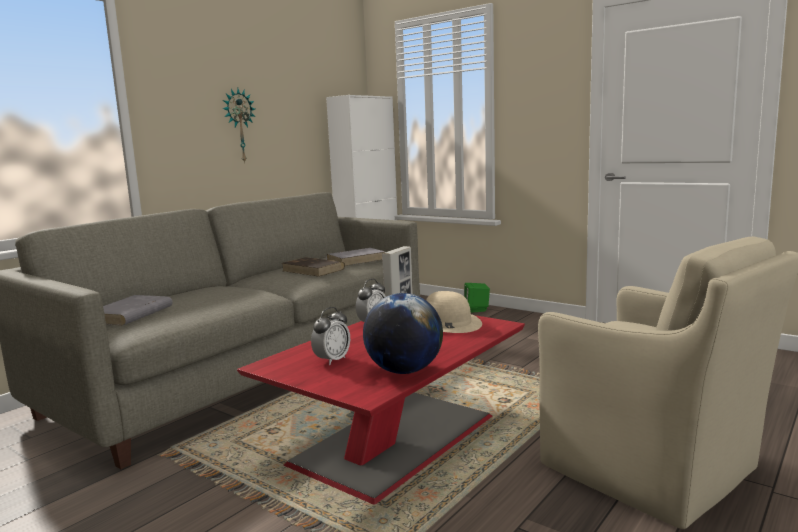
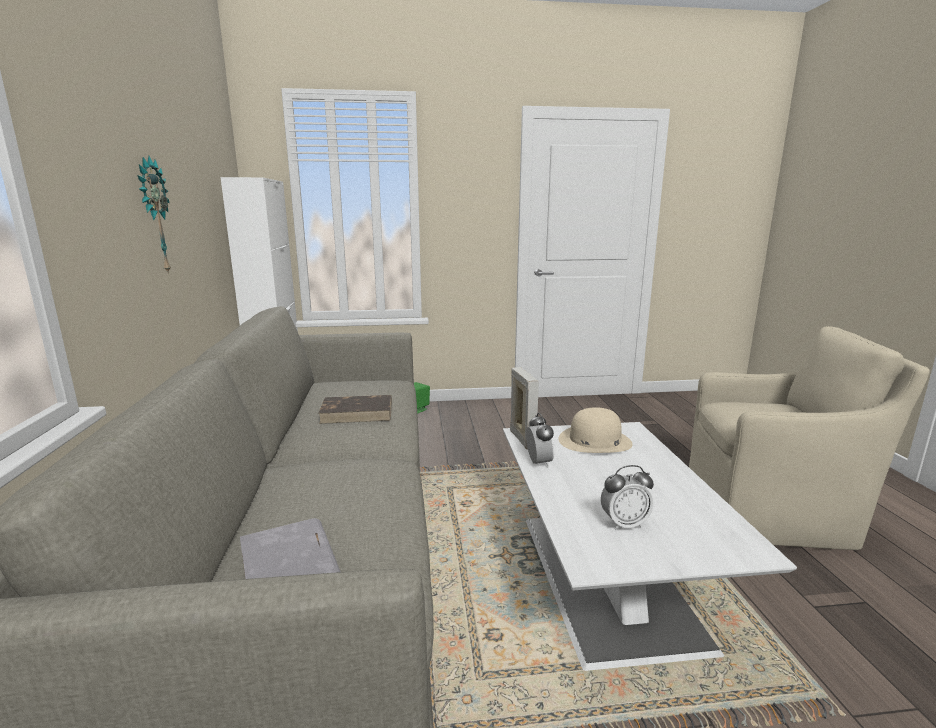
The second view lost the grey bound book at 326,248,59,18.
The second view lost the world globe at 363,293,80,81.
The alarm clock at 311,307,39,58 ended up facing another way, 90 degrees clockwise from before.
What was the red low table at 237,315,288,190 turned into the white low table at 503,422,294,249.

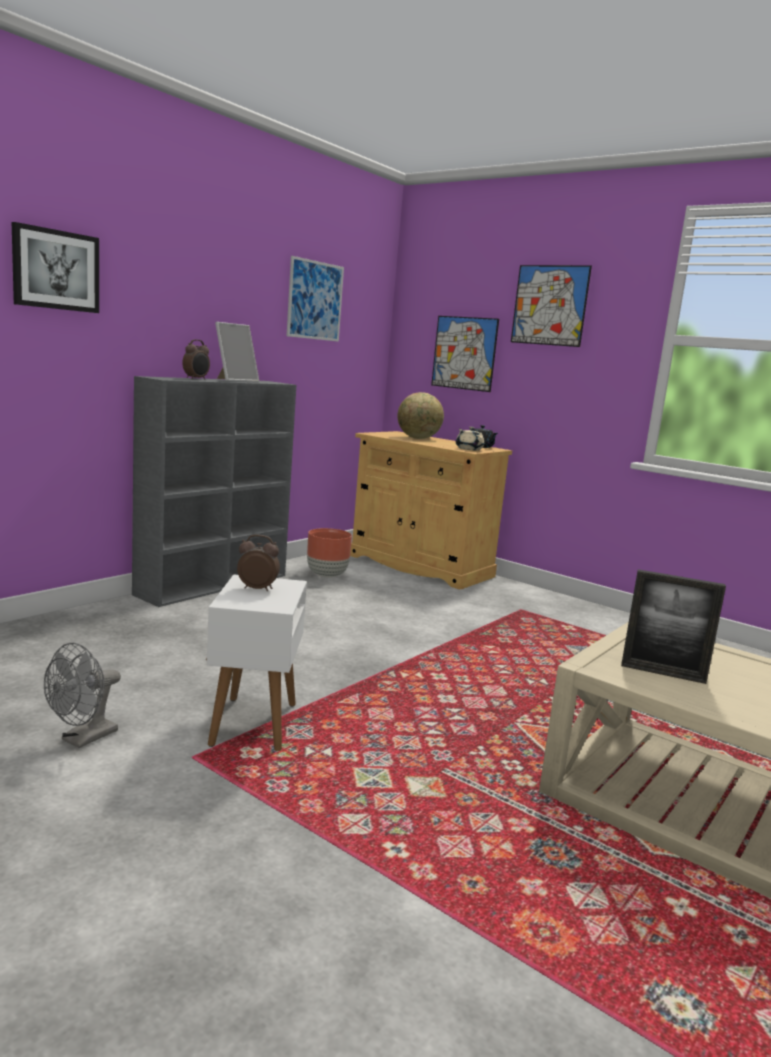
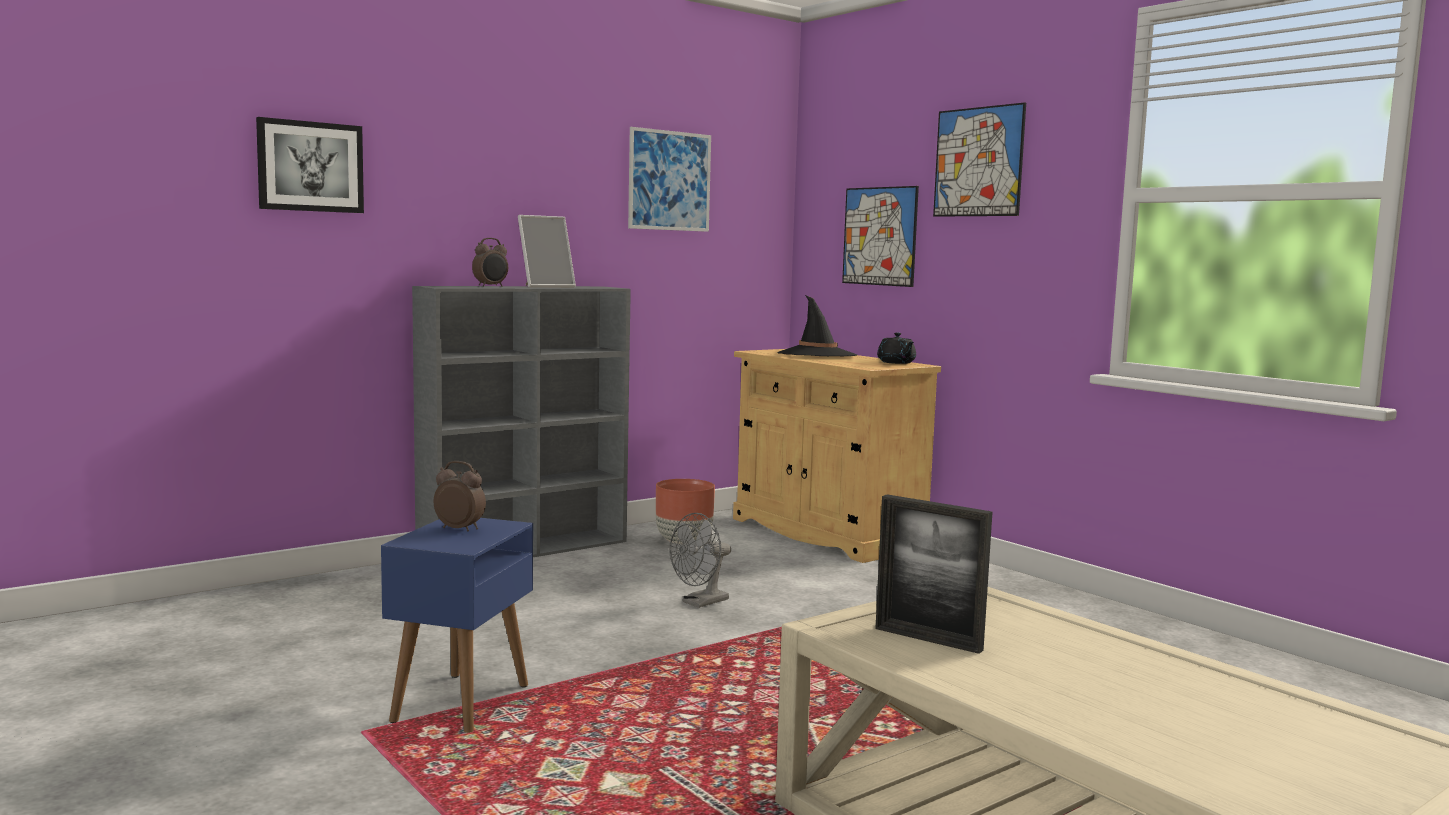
Where the world globe stood at 397,392,47,47, the blackish wearable hat came to stand at 777,295,80,61.
The second view lost the beige-coloured teapot at 456,427,28,23.
What was the white accent table at 206,574,101,177 turned into the bluish accent table at 381,518,152,215.
The grey cooling fan ended up elsewhere, having gone from 44,643,77,105 to 669,513,62,95.

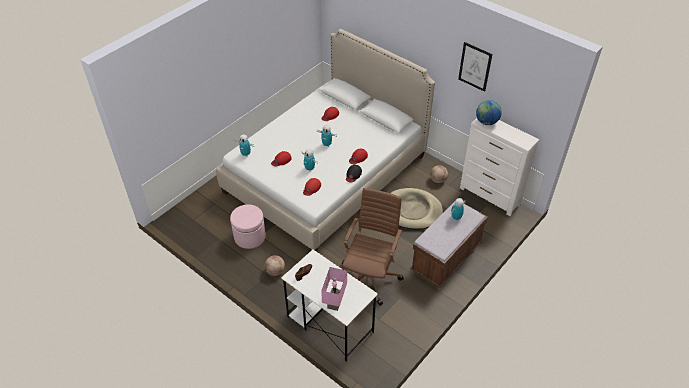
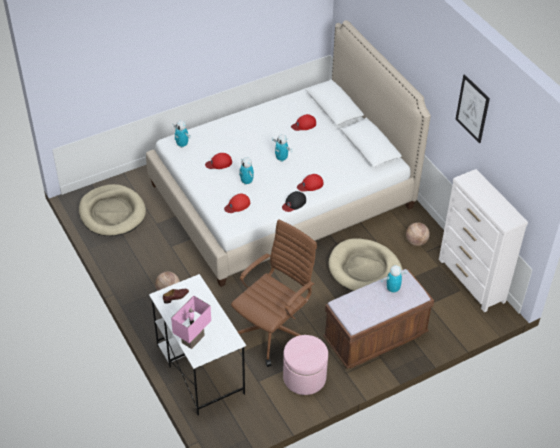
The second view lost the world globe at 476,100,26,25.
The pinkish pouffe ended up elsewhere, having gone from 230,204,36,45 to 283,335,45,60.
The second view gained the beige-coloured pet bed at 79,184,67,52.

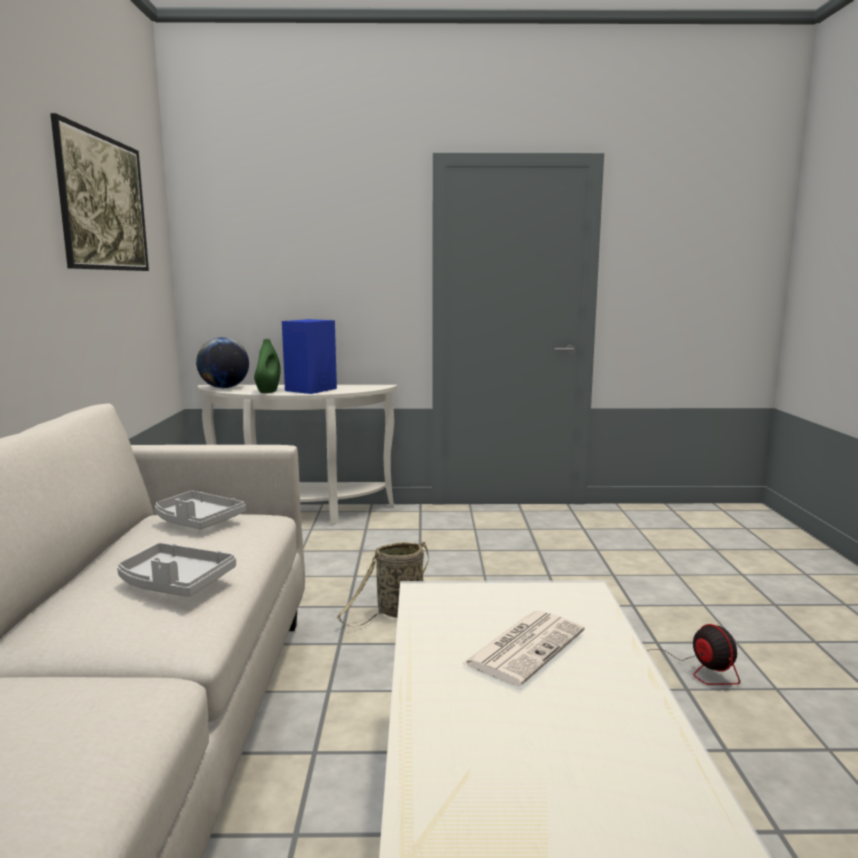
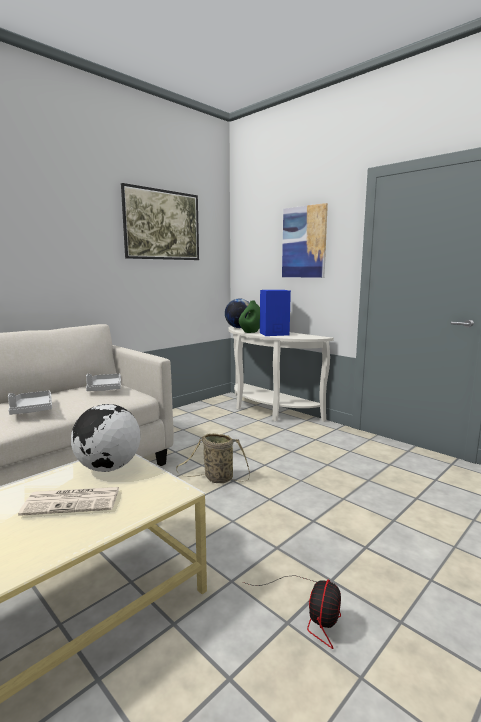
The second view gained the wall picture at 282,203,46,75.
The second view gained the world globe at 71,404,69,68.

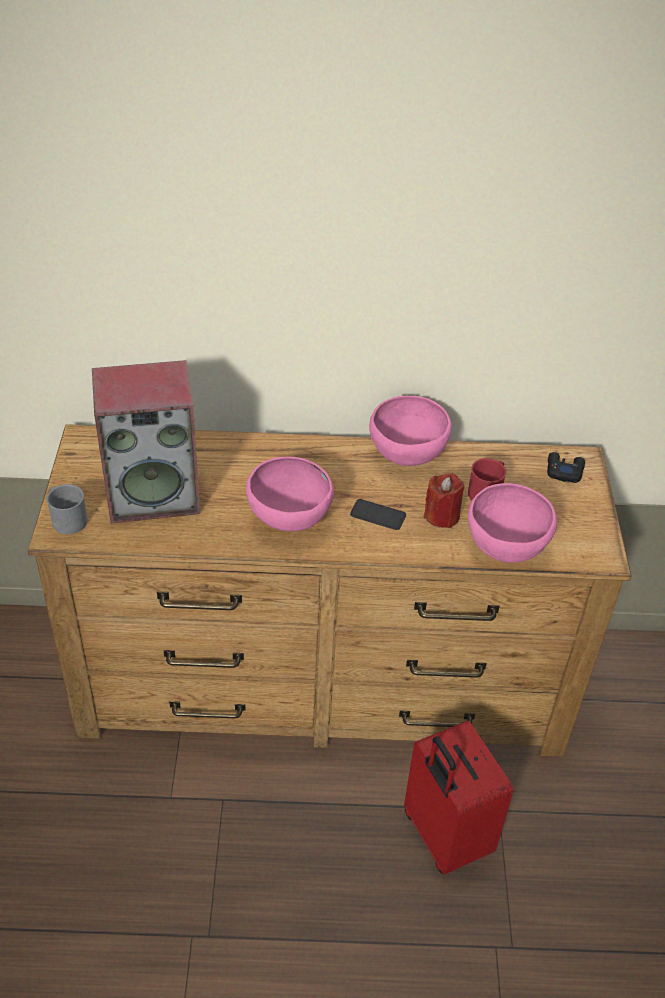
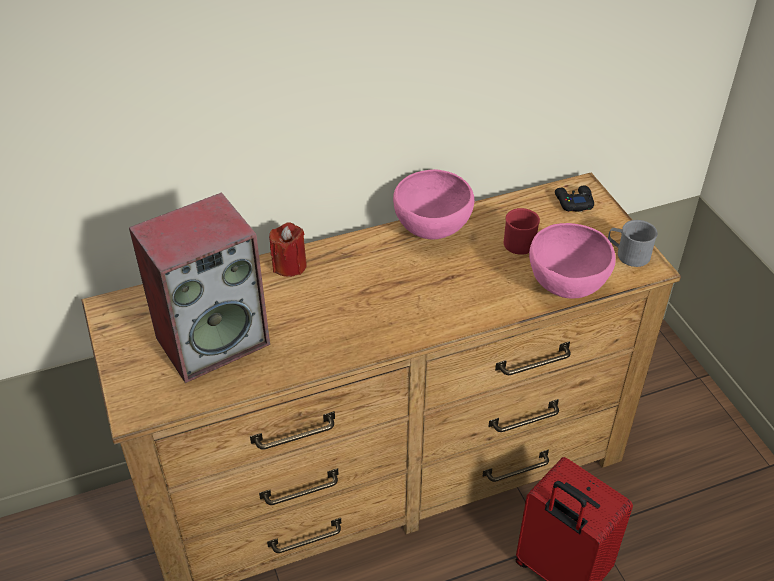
The second view lost the pinkish serving bowl at 246,457,88,74.
The red wax light ended up elsewhere, having gone from 424,473,40,55 to 269,222,38,55.
The grey mug ended up elsewhere, having gone from 46,484,41,50 to 608,220,50,47.
The second view lost the handset at 350,499,56,31.

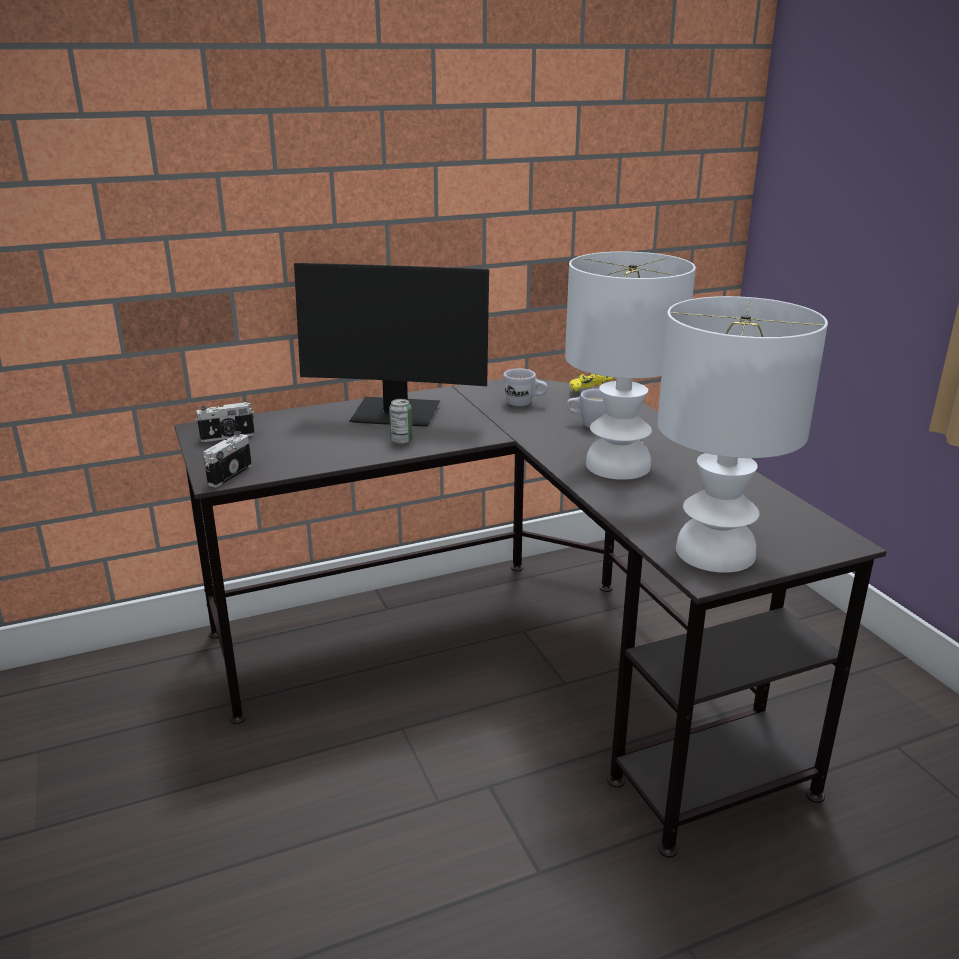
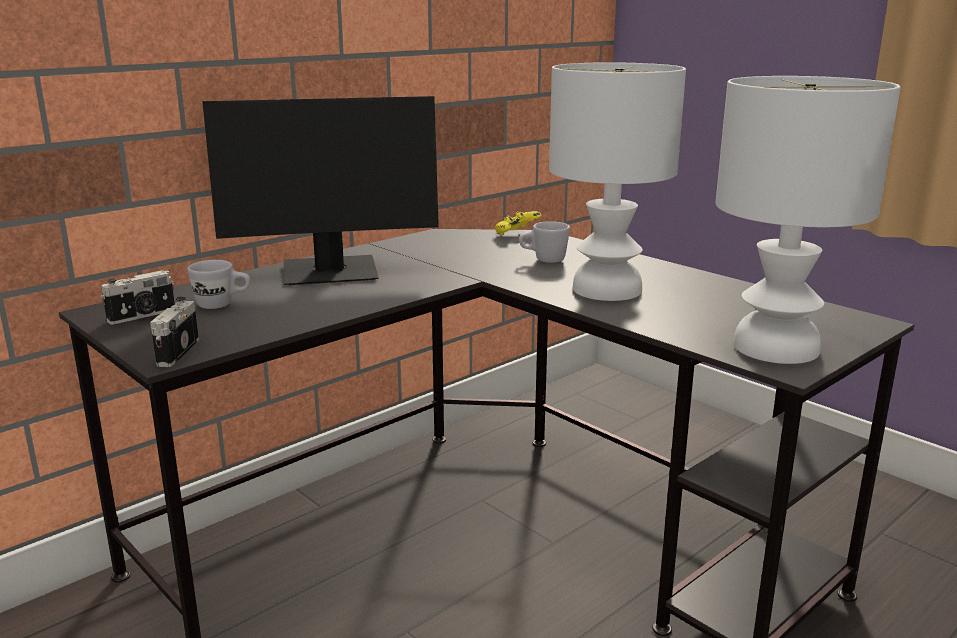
The white mug ended up elsewhere, having gone from 503,369,45,37 to 187,260,64,49.
The second view lost the metal can at 389,399,24,45.

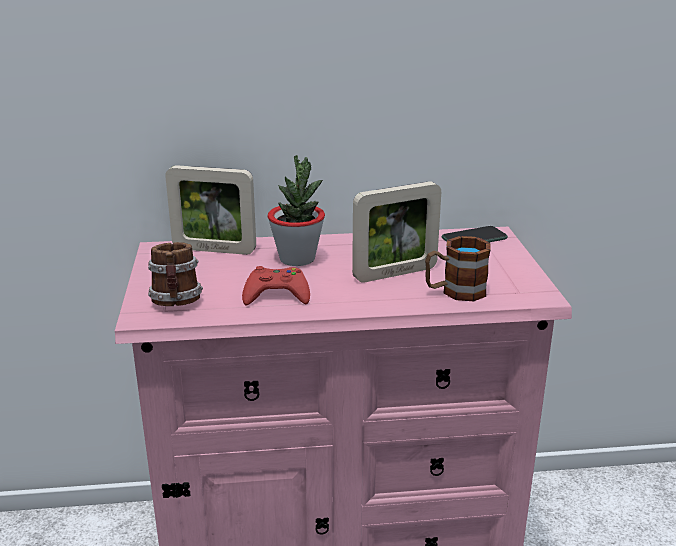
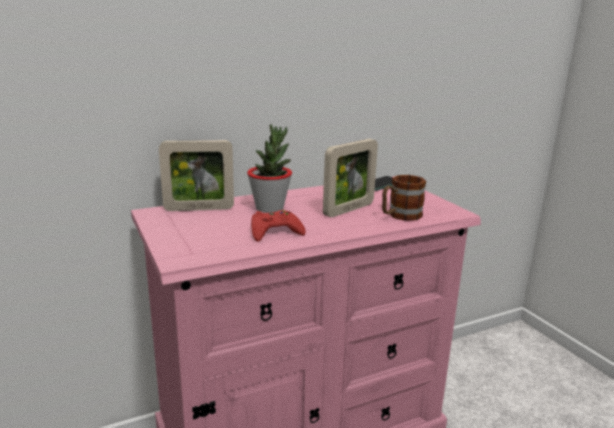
The second view lost the mug at 148,242,55,64.

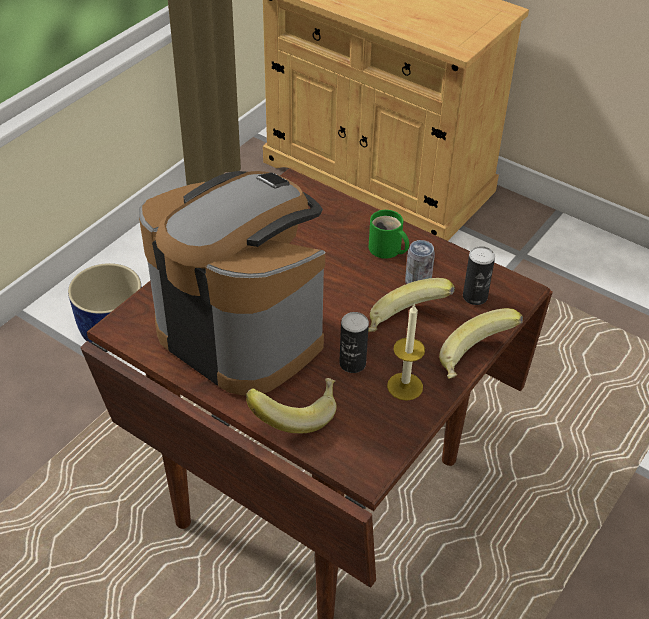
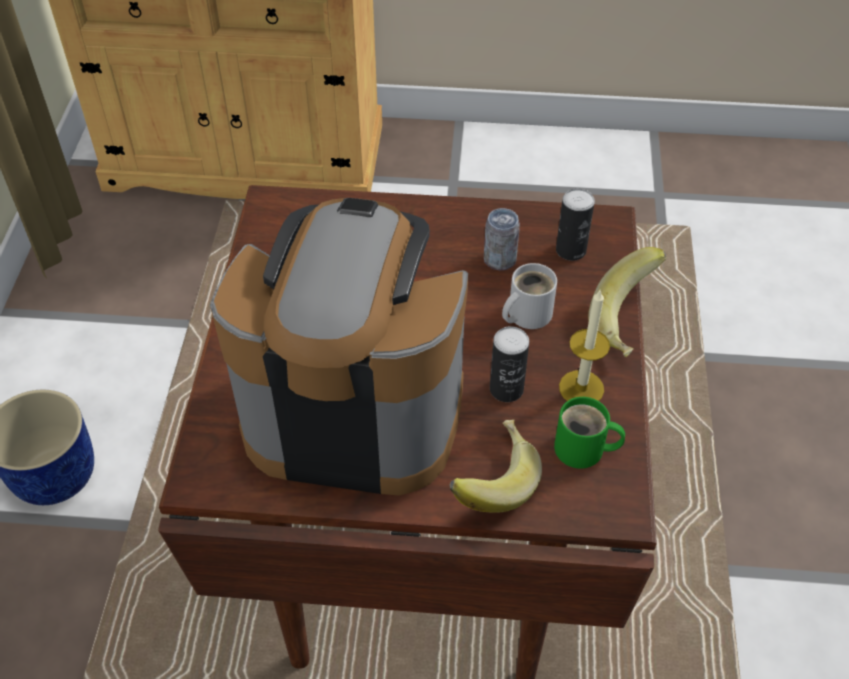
The greenish mug ended up elsewhere, having gone from 369,210,40,49 to 554,397,71,72.
Where the banana stood at 368,278,87,54, the white mug came to stand at 502,263,55,66.

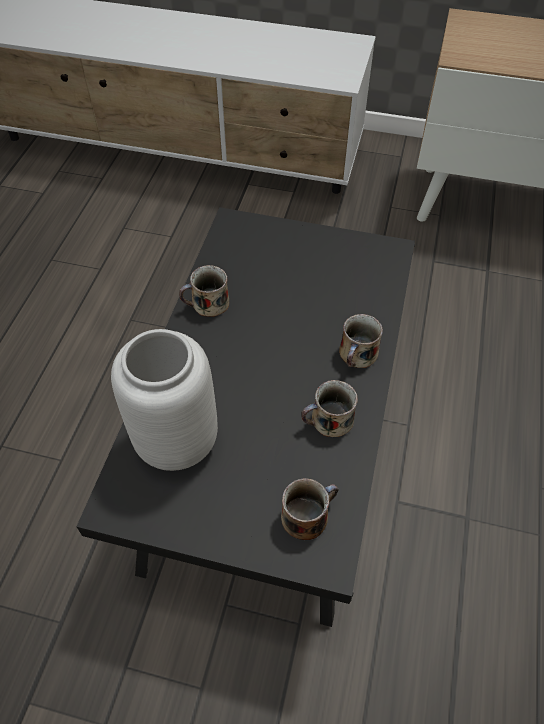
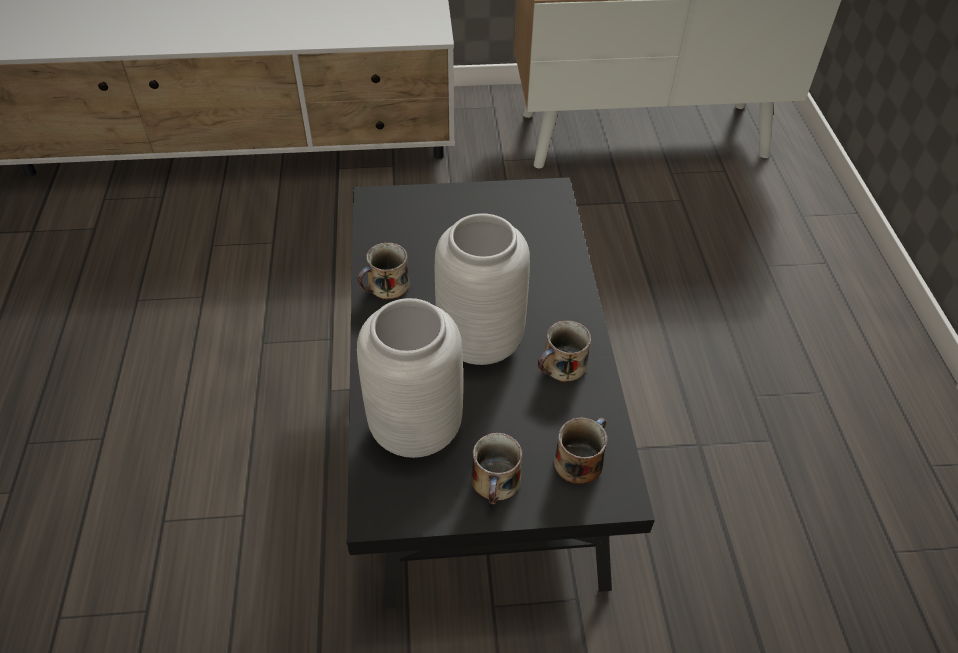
The mug ended up elsewhere, having gone from 339,314,44,54 to 471,433,51,71.
The second view gained the grey flower vase at 435,213,95,152.

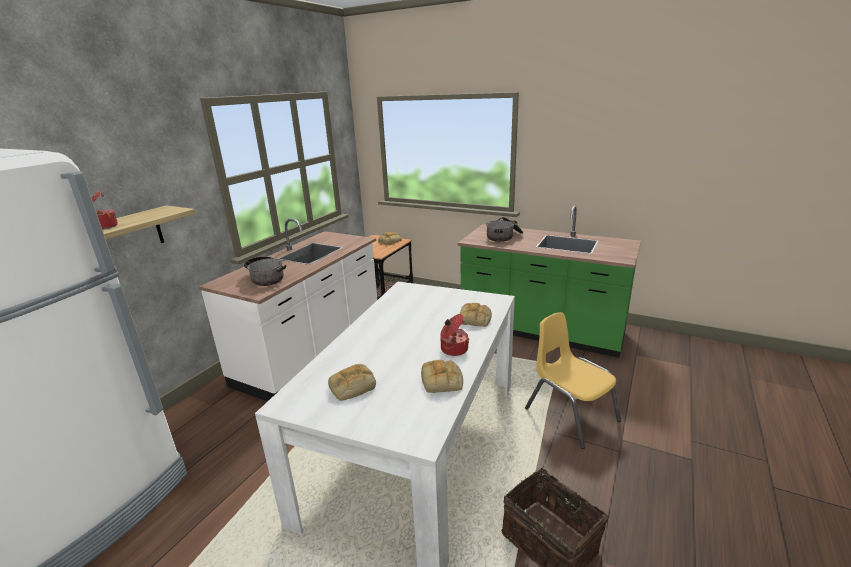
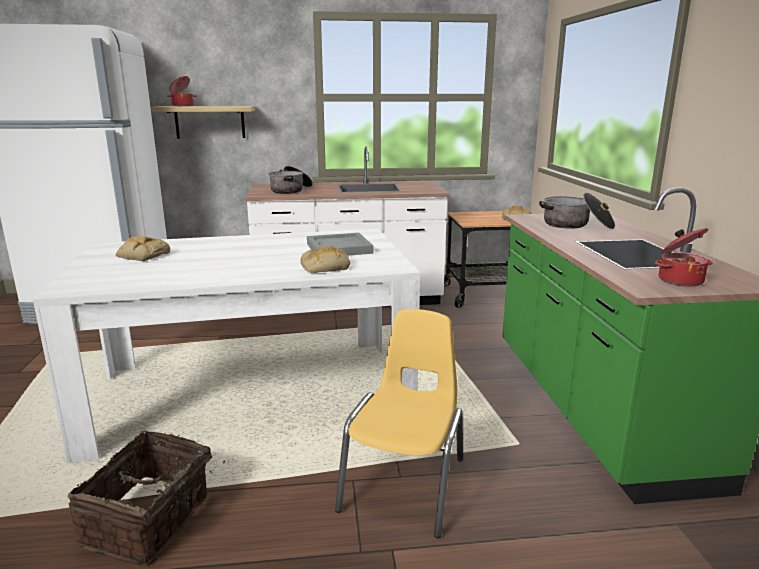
The saucepot ended up elsewhere, having gone from 440,314,29,42 to 655,228,57,58.
The second view lost the bakery bread at 421,360,42,33.
The second view gained the grey tray at 307,233,67,23.

